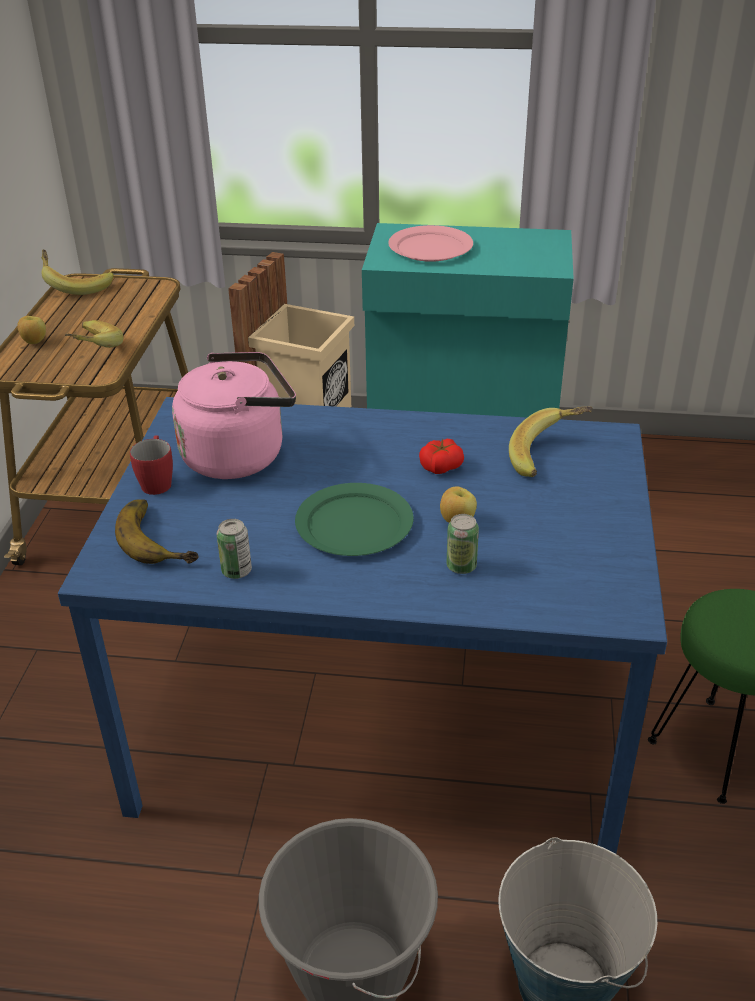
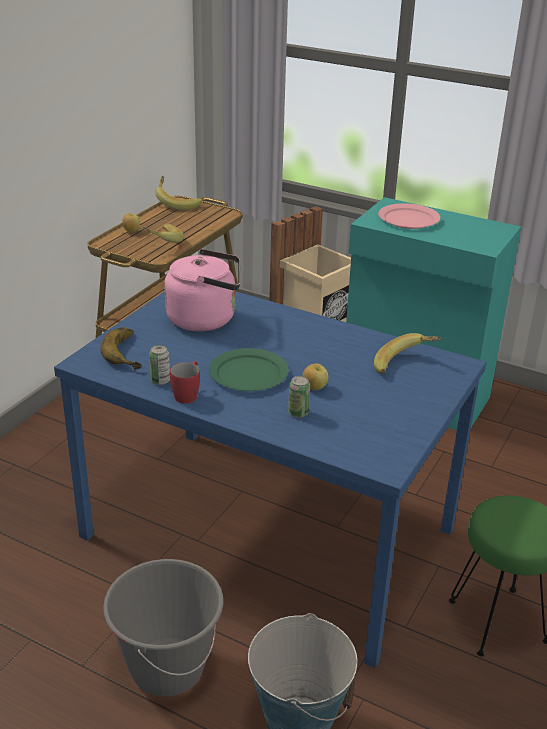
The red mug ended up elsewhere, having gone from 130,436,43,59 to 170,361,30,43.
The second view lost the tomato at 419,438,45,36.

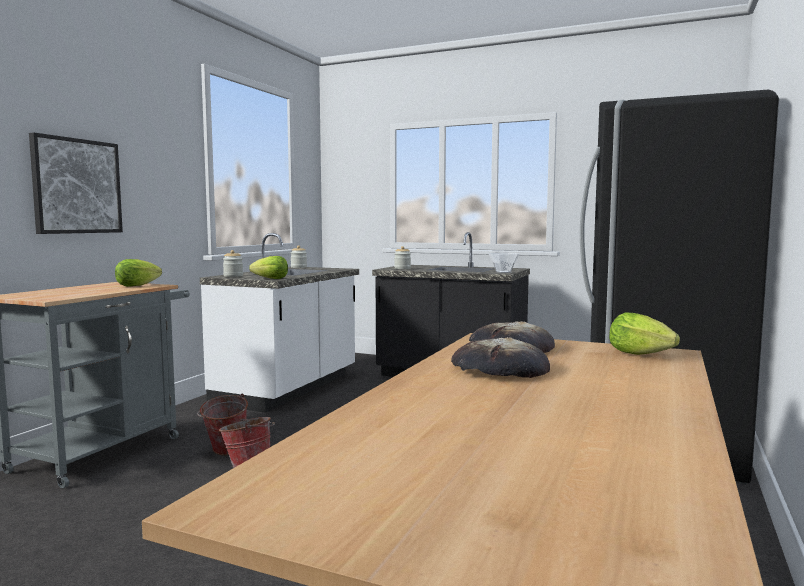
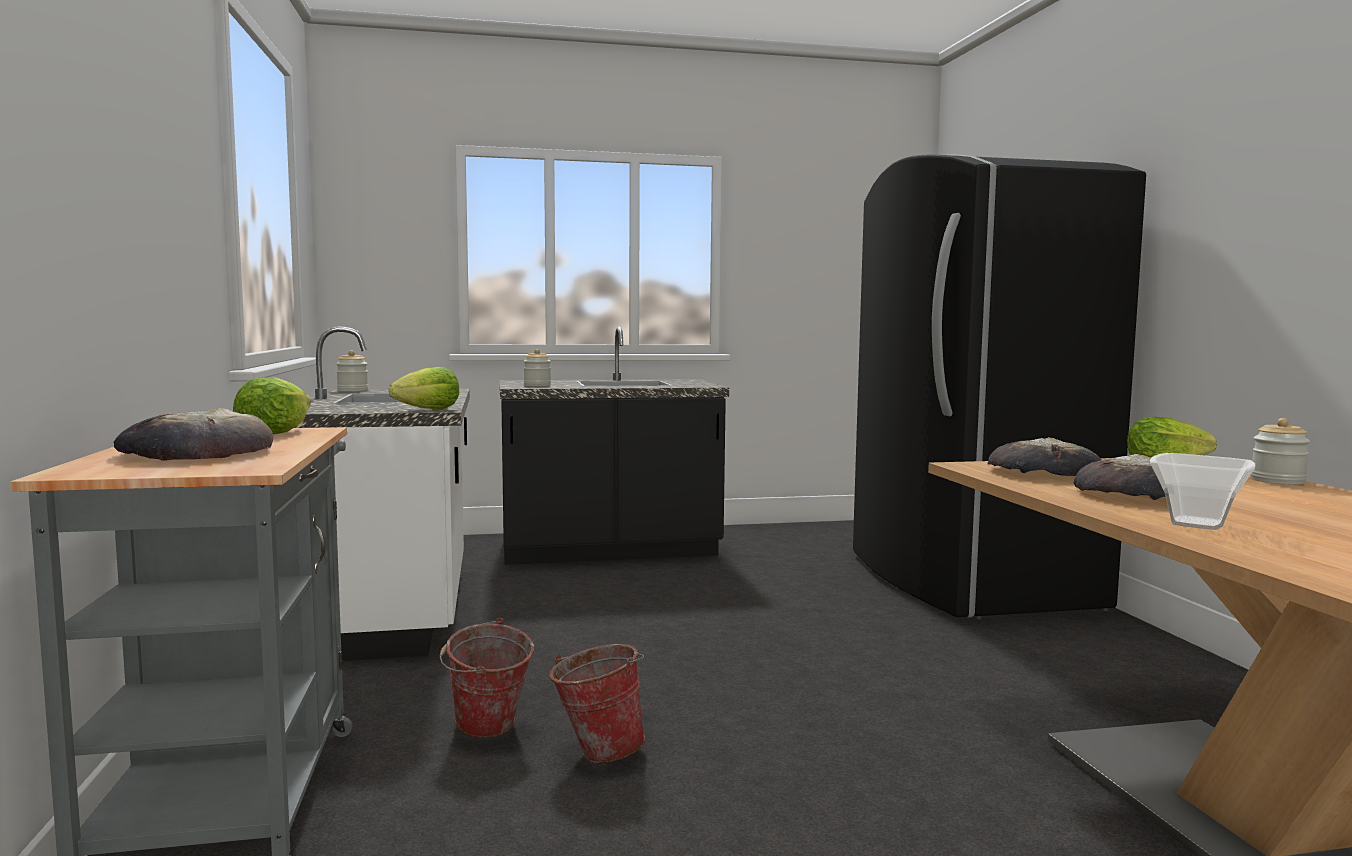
The second view lost the wall picture at 29,132,94,102.
The storage jar ended up elsewhere, having gone from 223,250,20,27 to 1251,418,59,67.
The serving bowl ended up elsewhere, having gone from 488,253,32,20 to 1150,453,105,77.
The second view gained the bakery bread at 114,408,159,53.

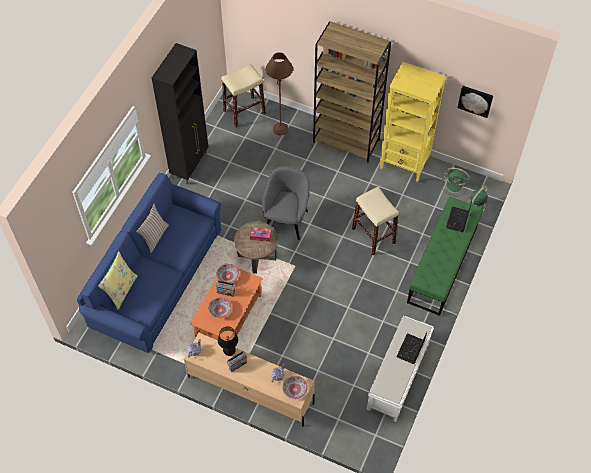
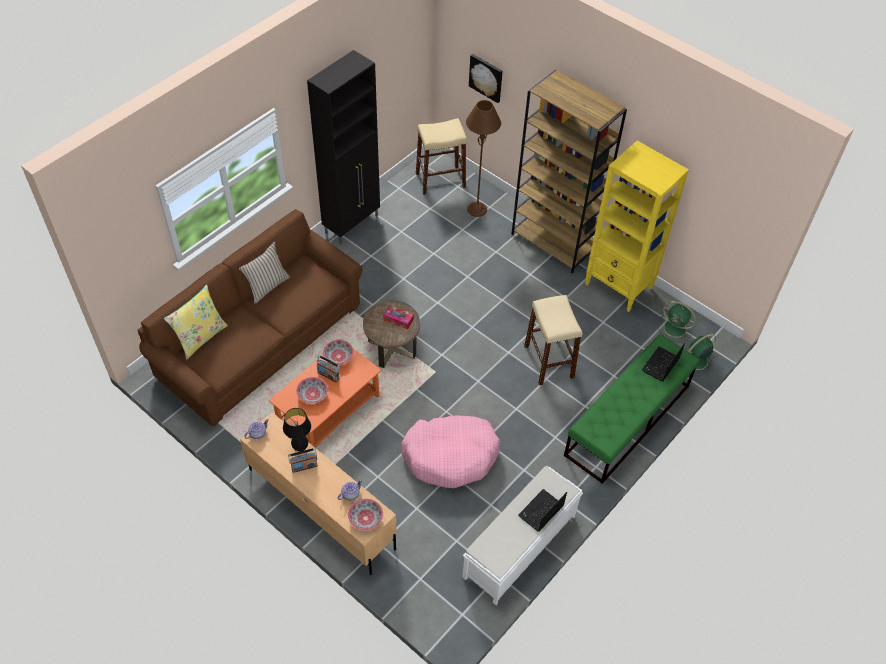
The wall picture ended up elsewhere, having gone from 457,86,36,32 to 469,54,34,49.
The second view lost the grey armchair at 262,166,48,74.
What was the bluish settee at 77,173,144,180 turned into the brownish settee at 138,209,225,217.
The second view gained the pinkish pet bed at 401,416,99,72.

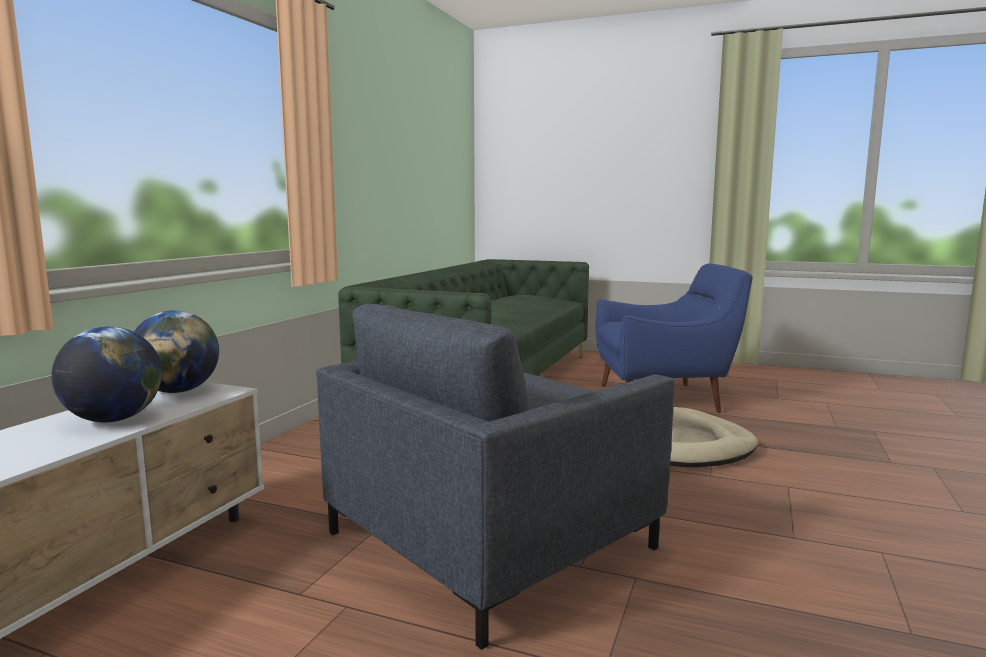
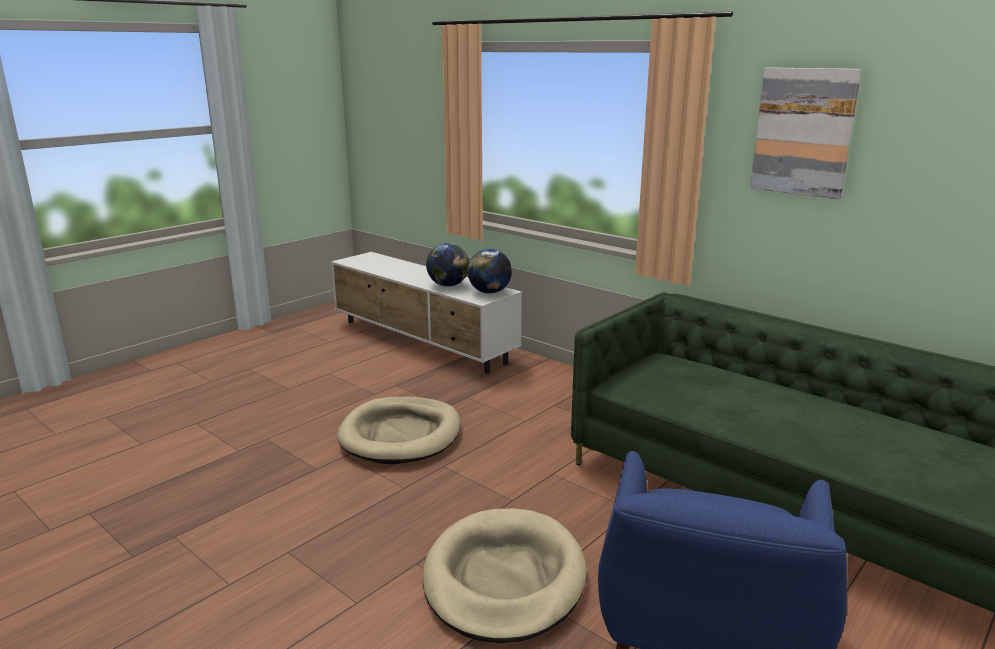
Where the grey armchair stood at 316,303,358,347, the beige-coloured pet bed came to stand at 337,397,124,67.
The second view gained the wall picture at 750,67,112,132.

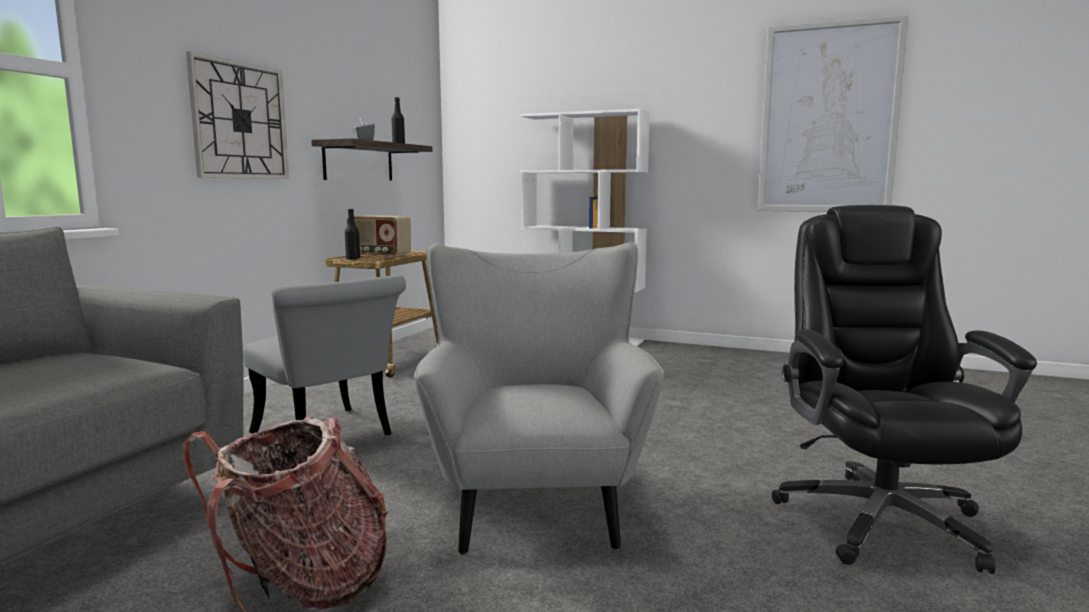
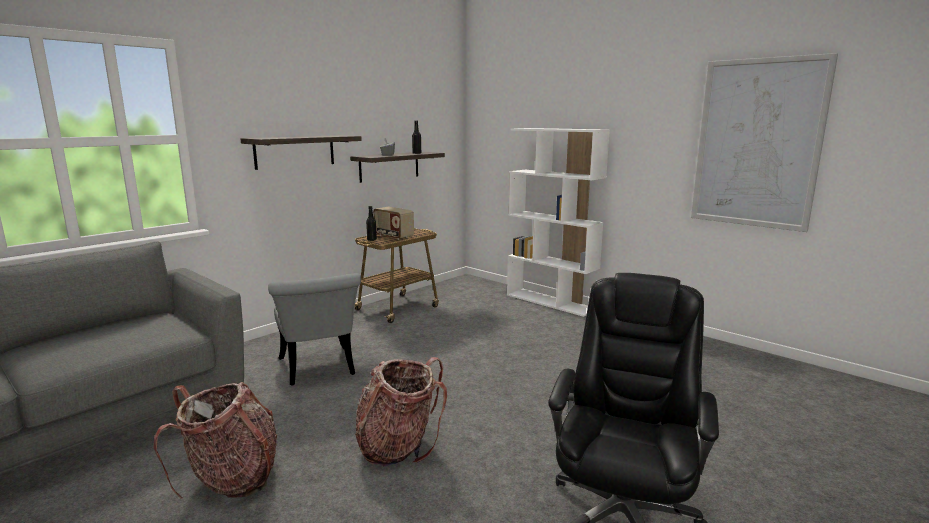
Where the clock on the wall hung at 186,51,103,128, the shelf came to hang at 240,135,122,35.
Where the grey armchair stood at 414,243,250,312, the knapsack came to stand at 355,357,92,109.

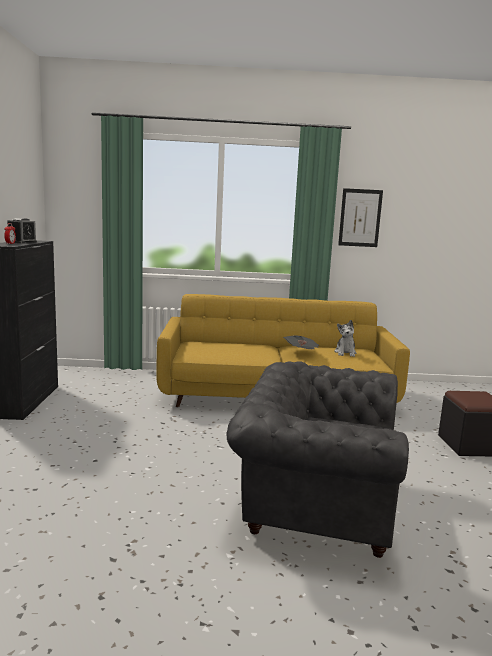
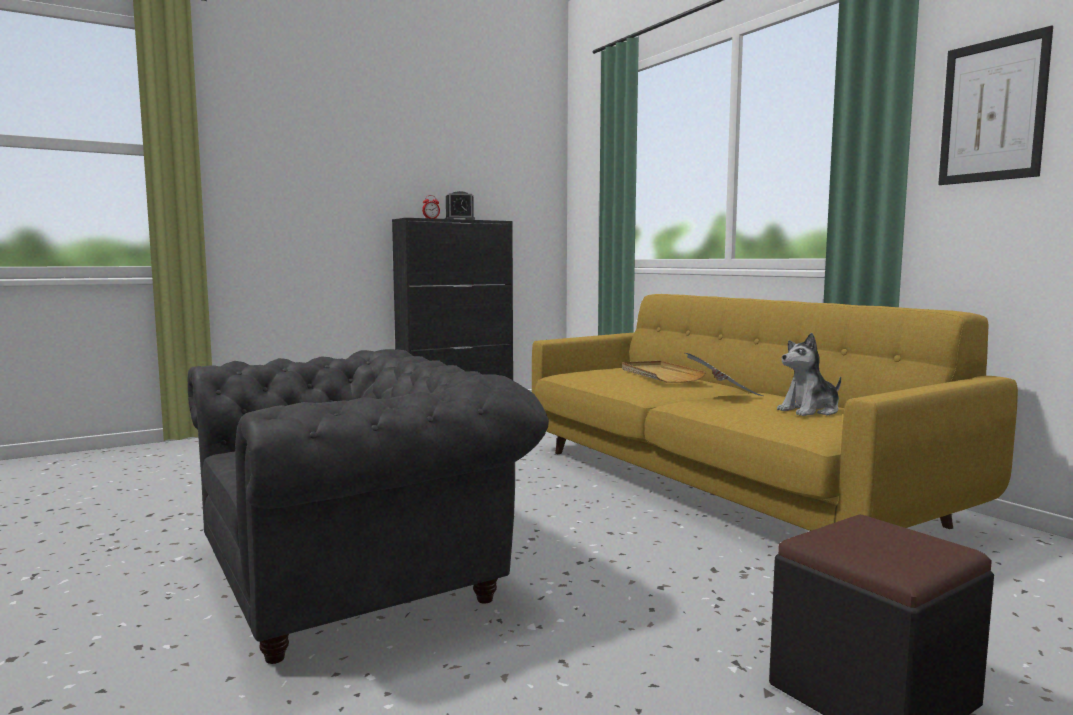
The grey armchair at 227,361,182,197 ended up facing another way, 75 degrees clockwise from before.
The second view gained the beige-coloured tray at 622,361,84,22.

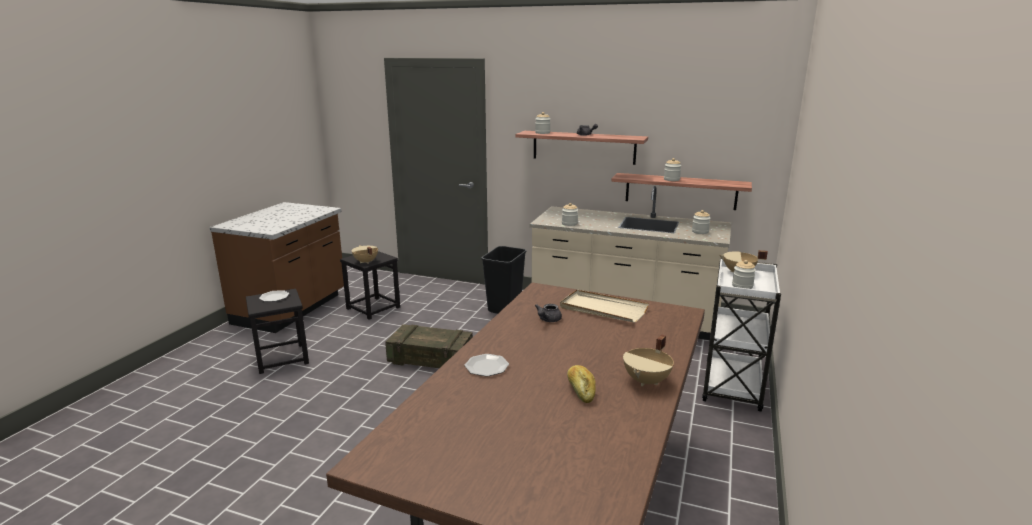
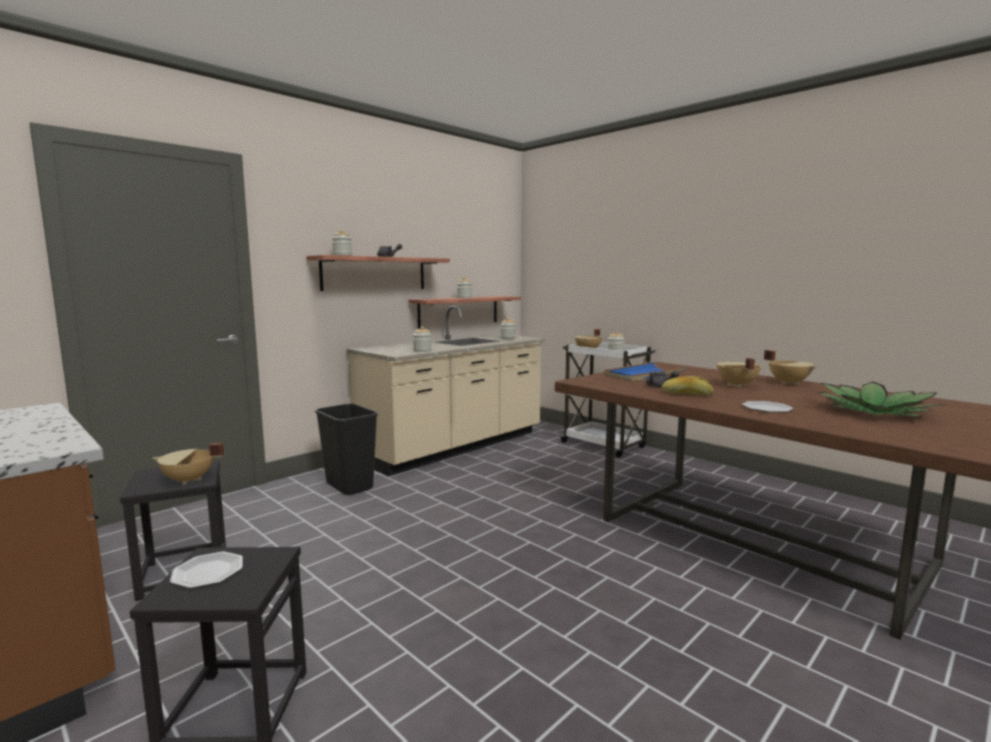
What was the beige-coloured tray at 560,290,89,32 turned into the bluish tray at 605,362,81,20.
The second view lost the shipping crate at 385,324,88,44.
The bakery bread ended up elsewhere, having gone from 567,365,29,38 to 661,376,53,20.
The second view gained the beige-coloured saucepot at 717,358,44,29.
The second view gained the houseplant at 817,382,125,35.

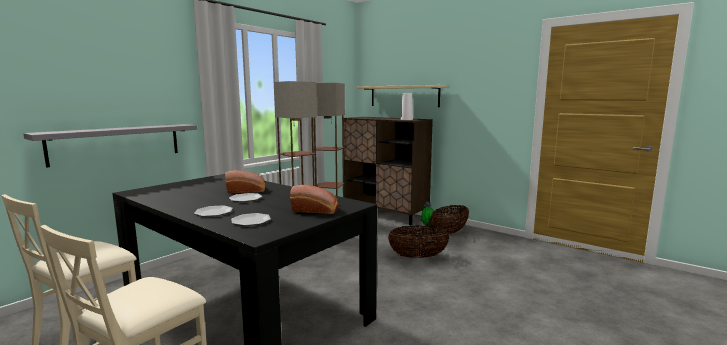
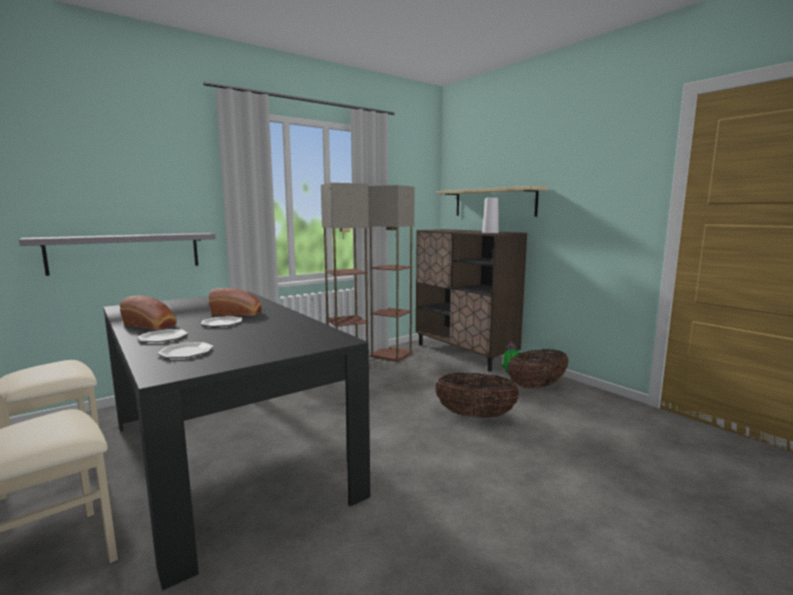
The bakery bread ended up elsewhere, having gone from 290,185,49,29 to 120,296,57,34.

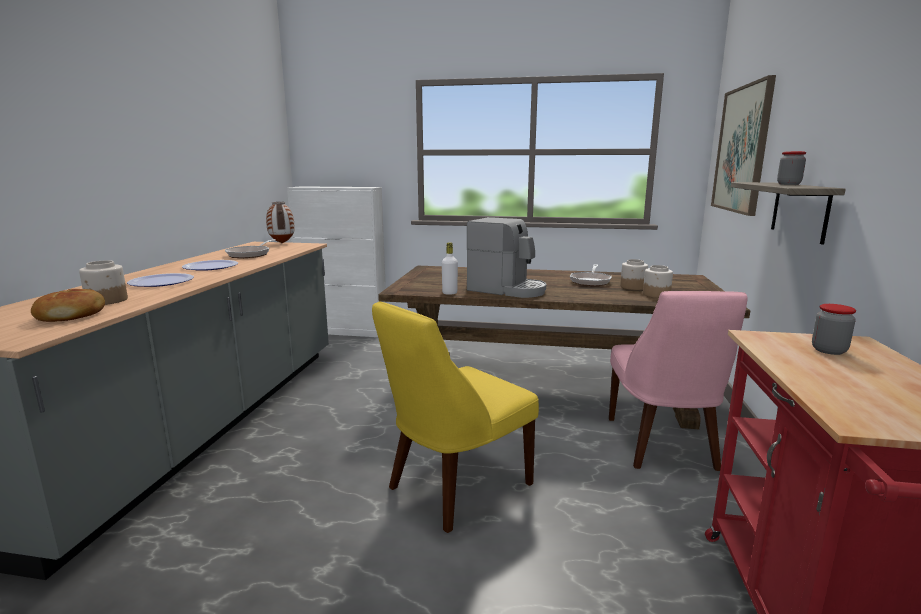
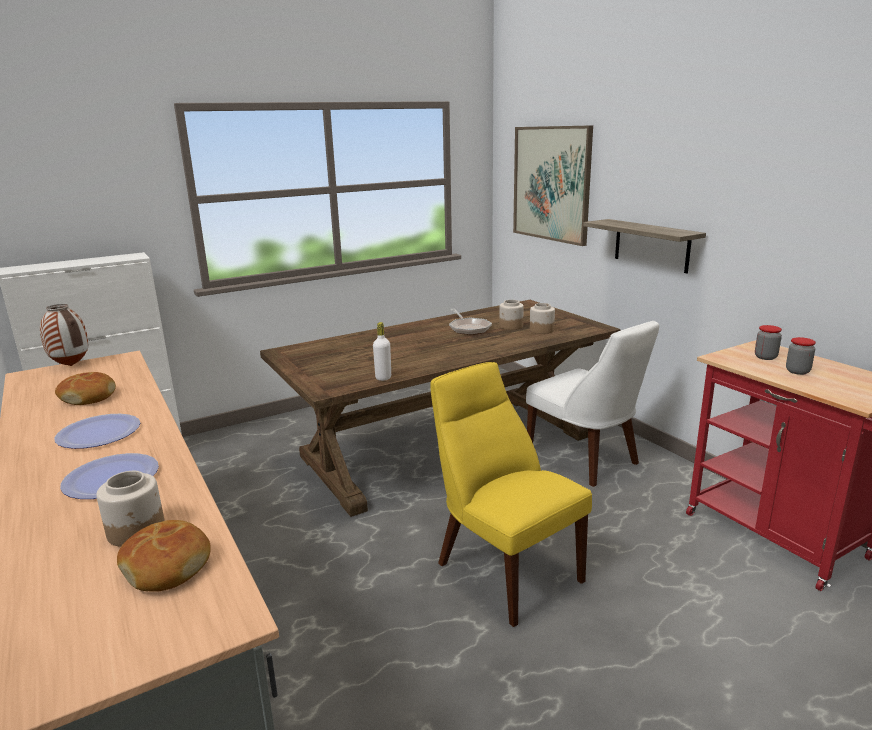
The storage jar ended up elsewhere, having gone from 777,151,29,34 to 786,337,30,38.
The second view lost the coffee brewer at 466,217,80,81.
Where the pan stood at 225,239,51,19, the bakery bread came to stand at 55,372,61,33.
What was the pinkish upright chair at 609,291,139,180 turned into the white upright chair at 526,321,133,166.
The yellow-coloured upright chair at 372,301,167,232 ended up facing another way, 135 degrees clockwise from before.

